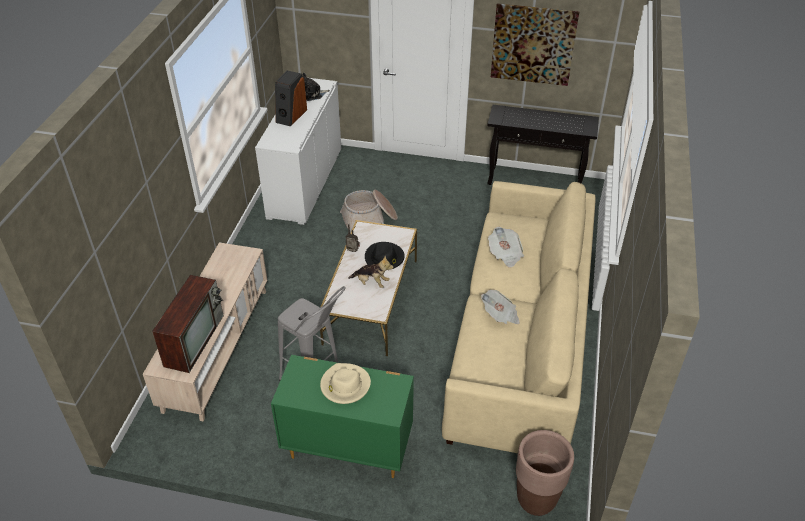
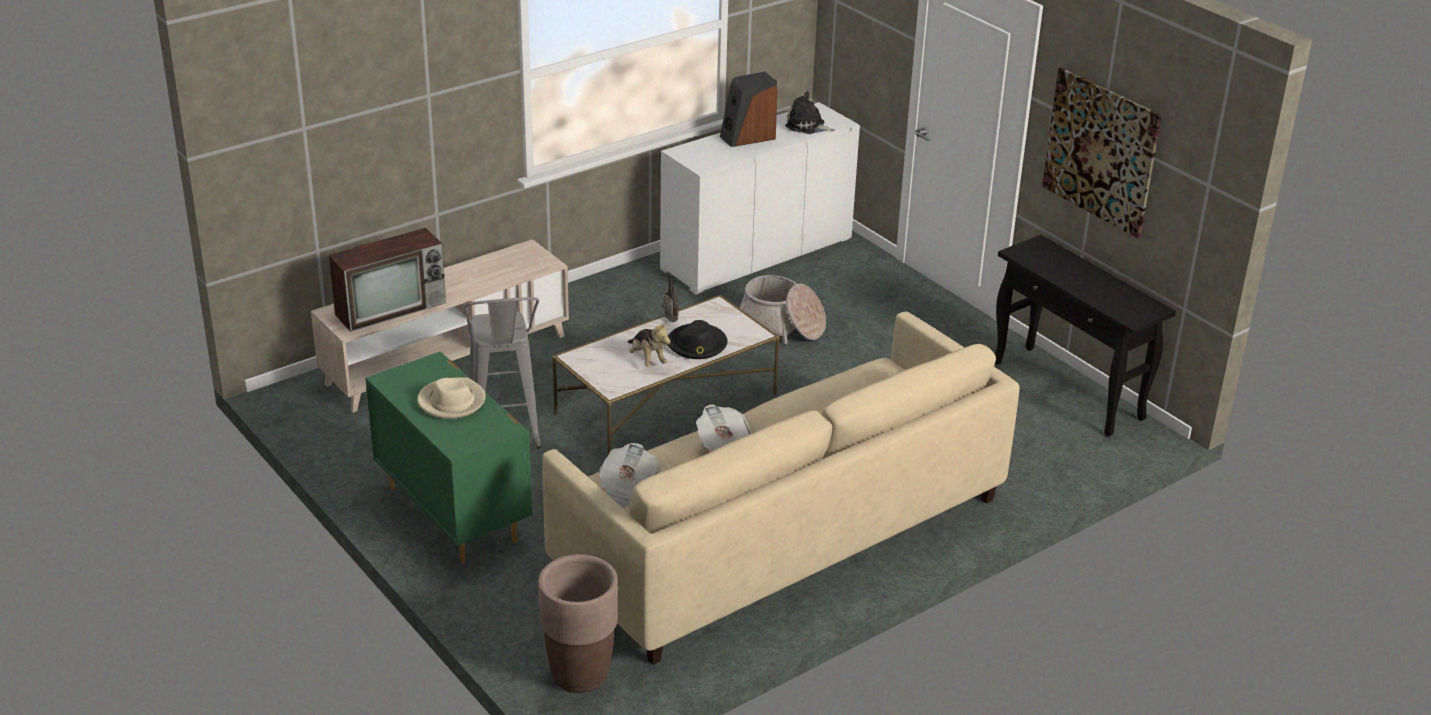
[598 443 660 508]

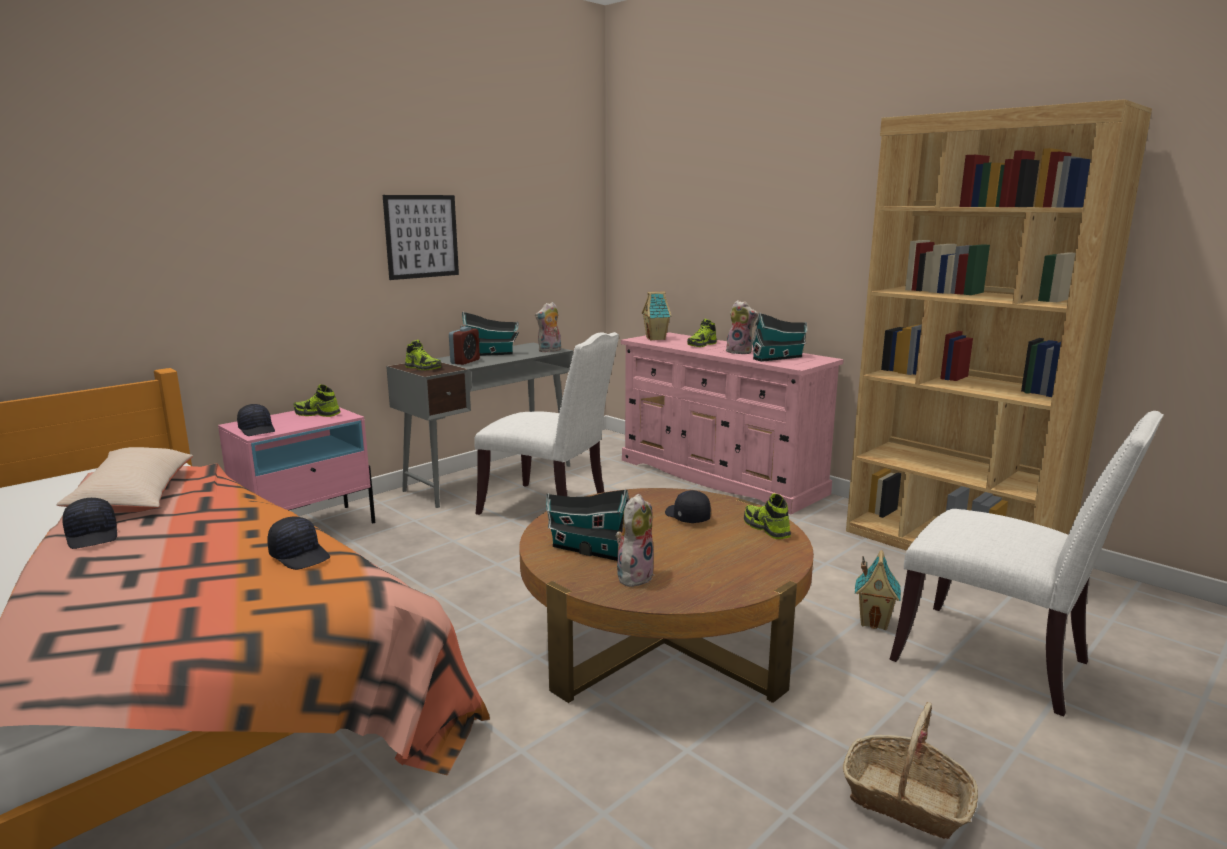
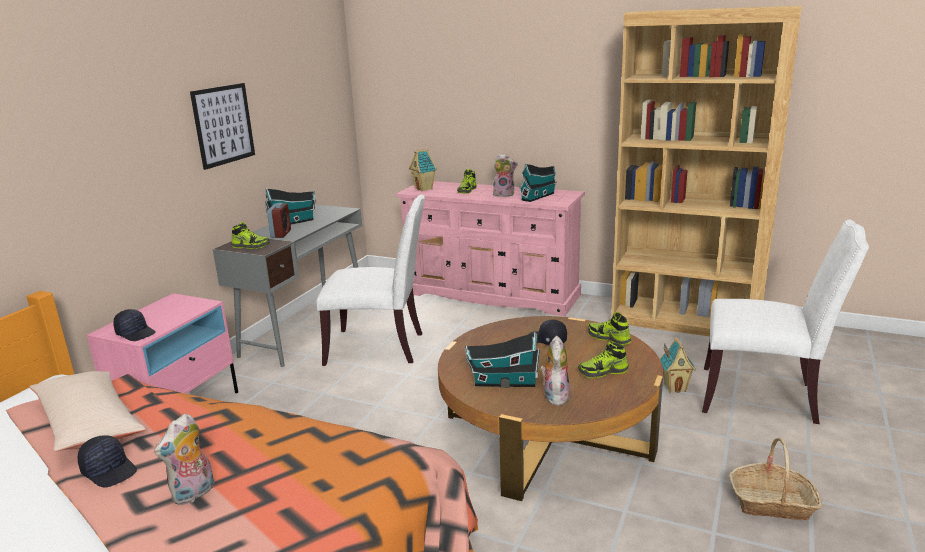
[154 414 214 505]
[578 341 629 378]
[267 517 330 570] (first image)

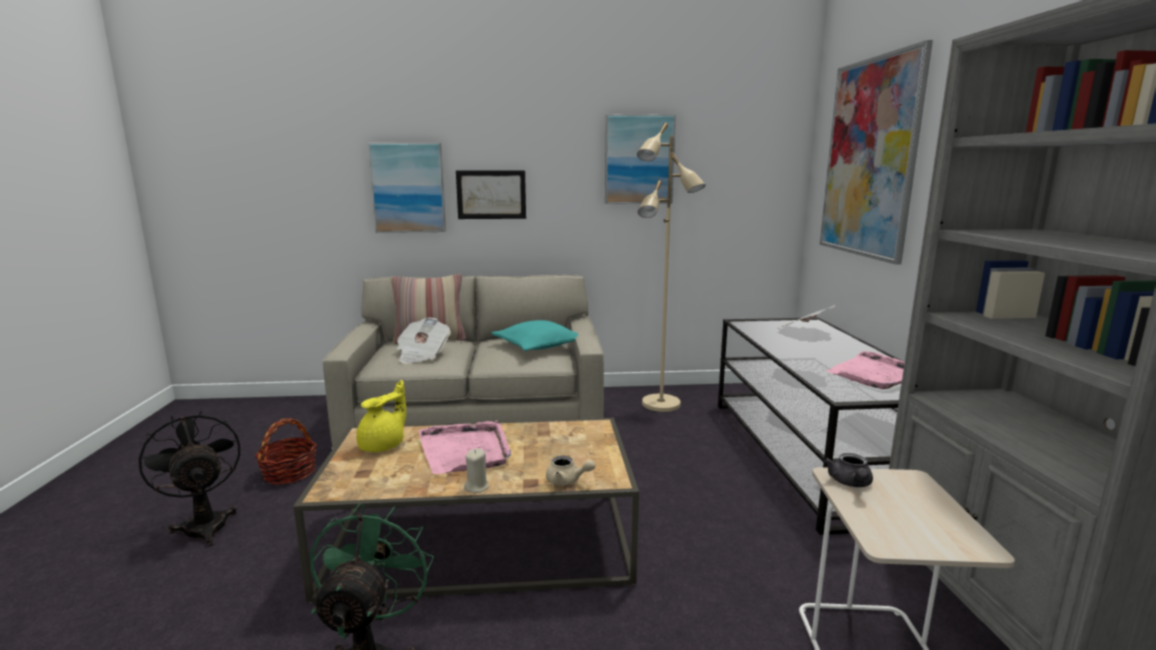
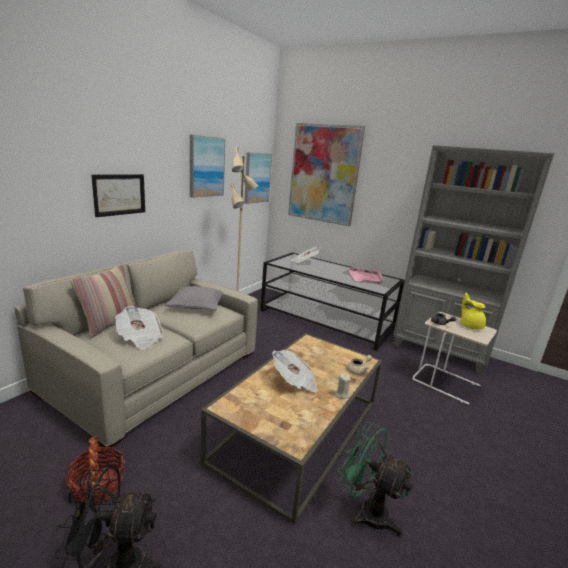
[165 286 223 311]
[244 152 272 204]
[272 350 317 393]
[461 293 486 330]

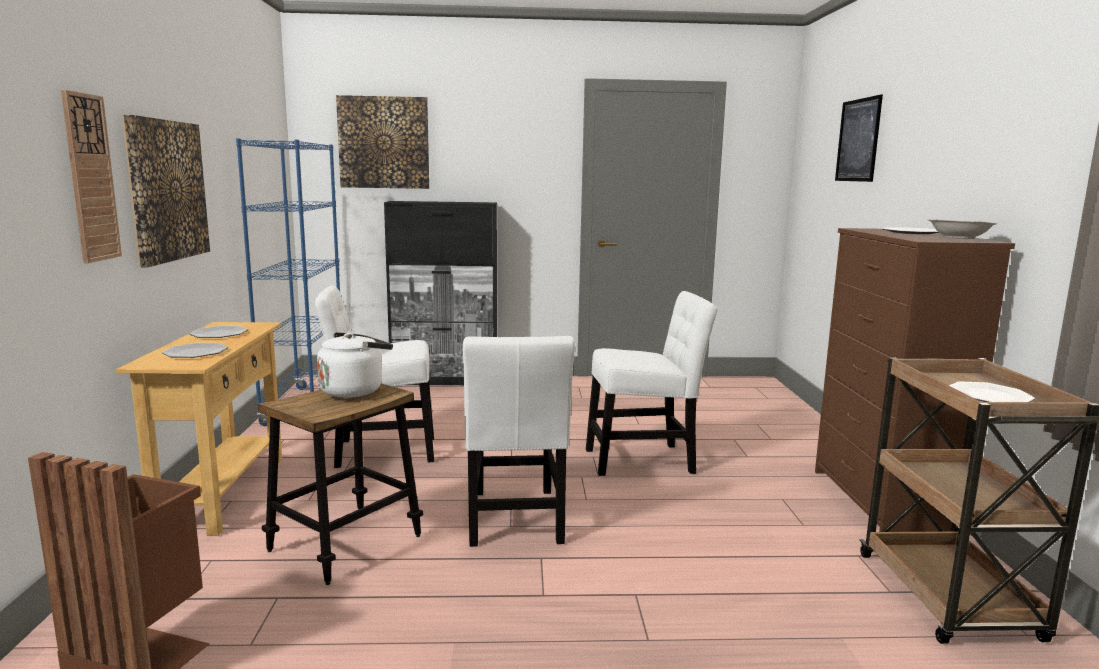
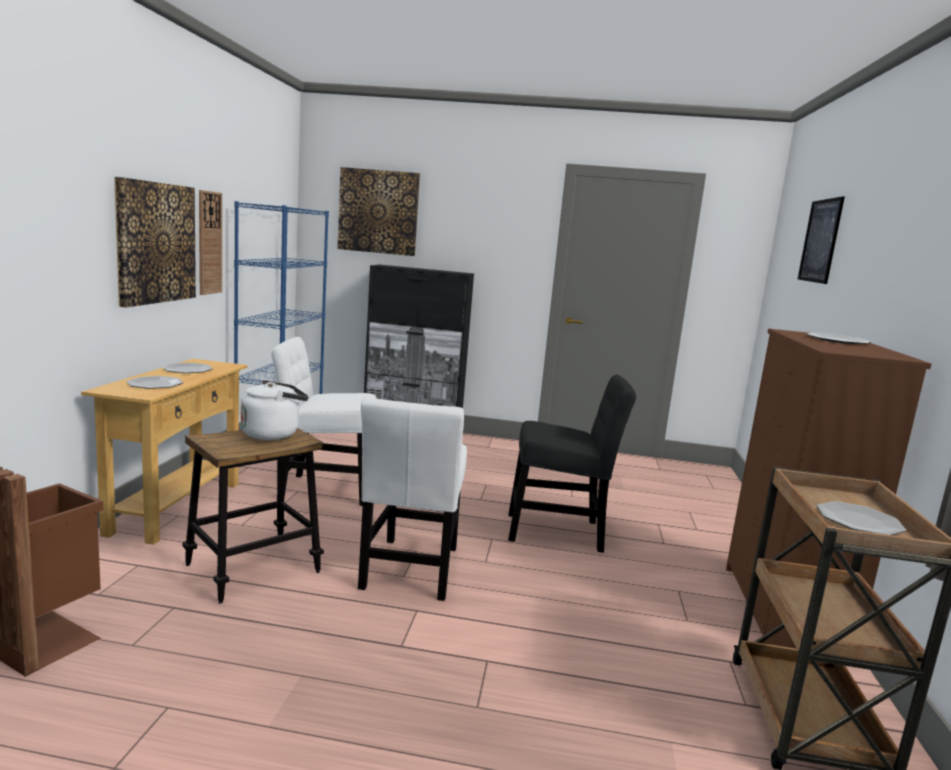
[199 190 222 295]
[508 375 636 553]
[927 219 997 239] (first image)

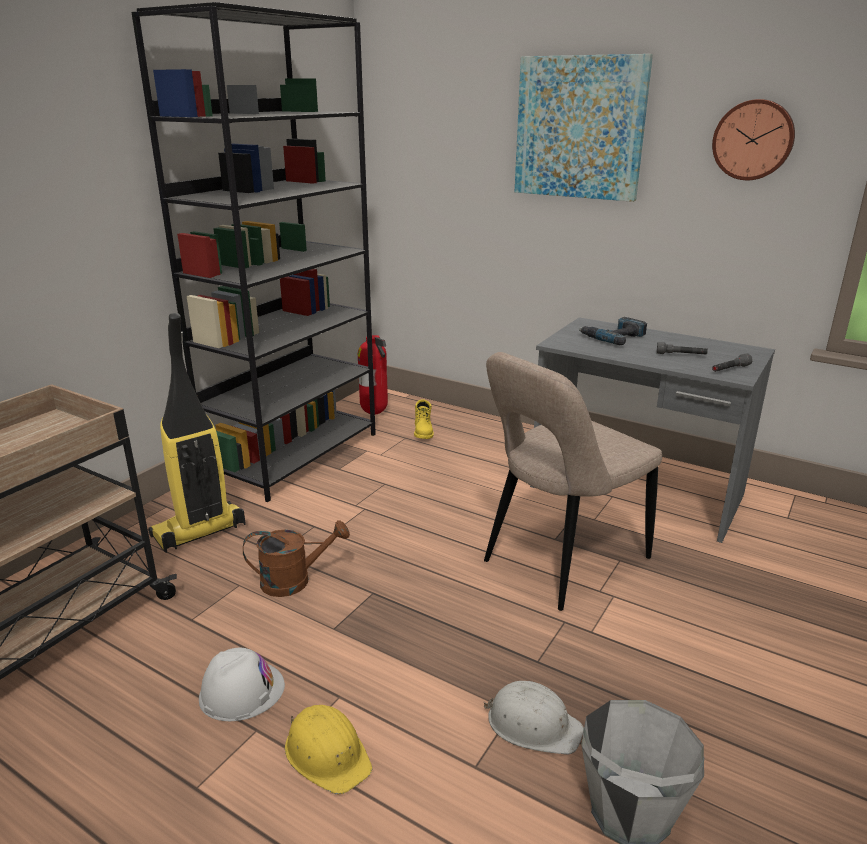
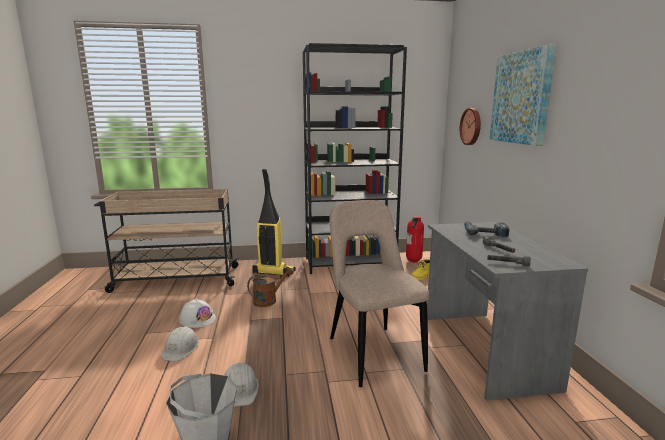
[161 326 199 361]
[247 267 293 307]
[329 200 430 387]
[460 108 481 145]

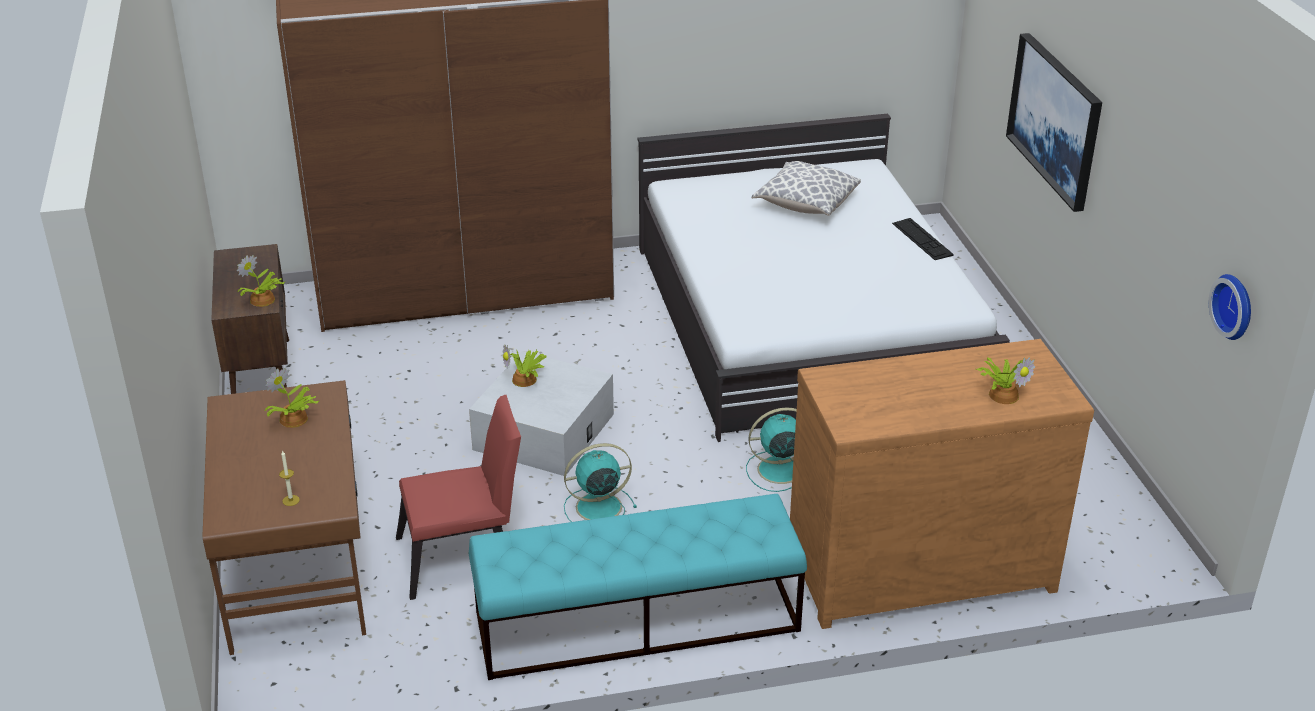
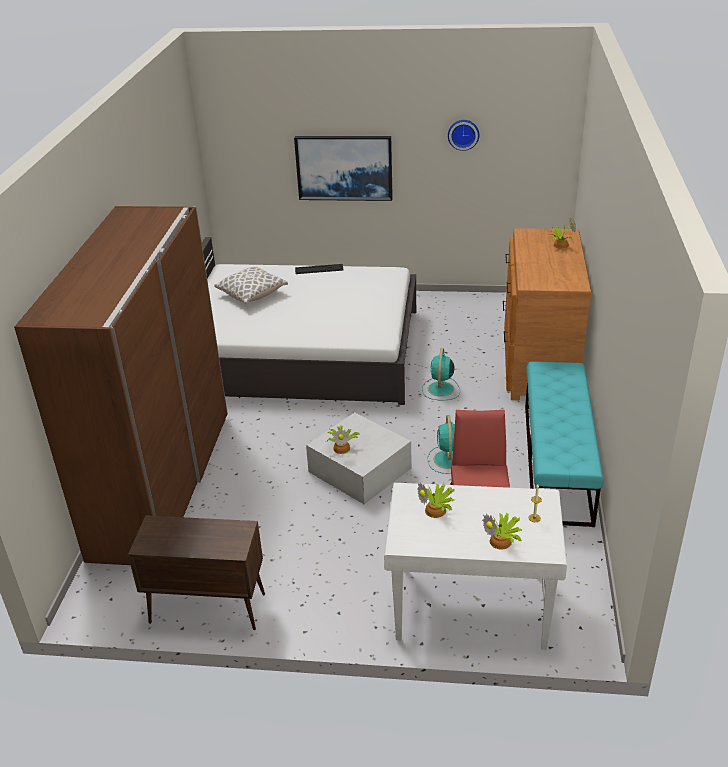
[384 483 567 650]
[448 120 479 151]
[482 512 522 550]

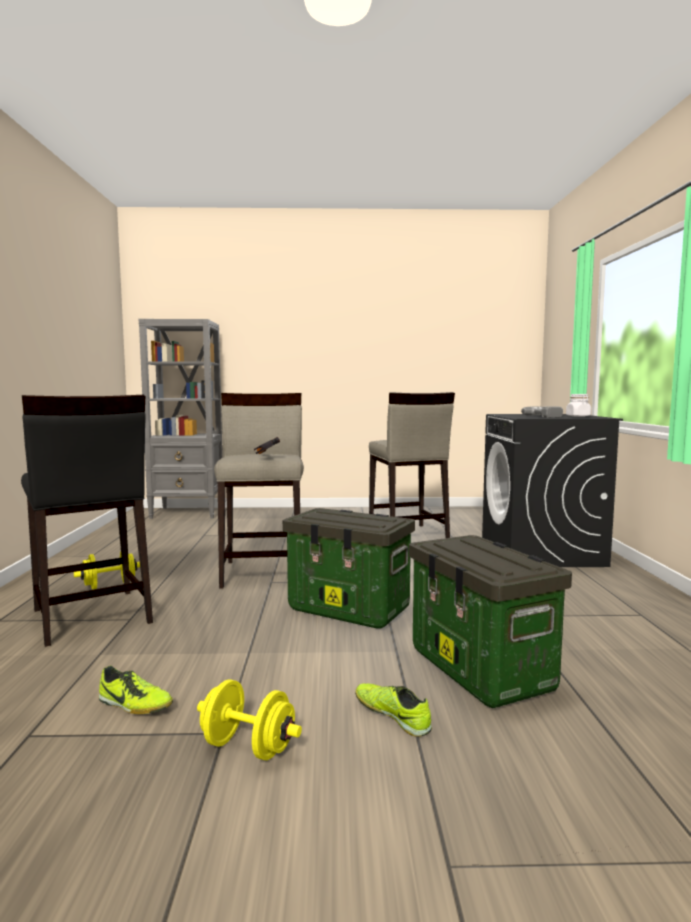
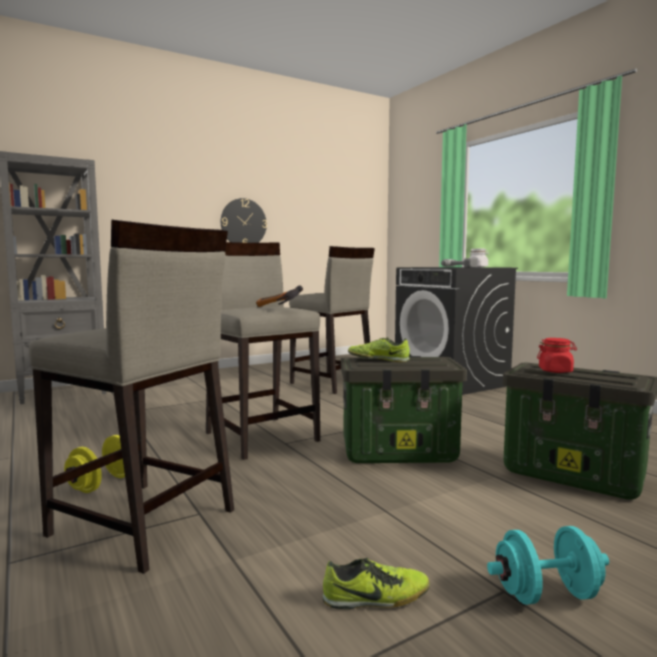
[29 220 234 574]
[221 198 267 243]
[348 337 410 362]
[487 526 609 605]
[537 338 577 373]

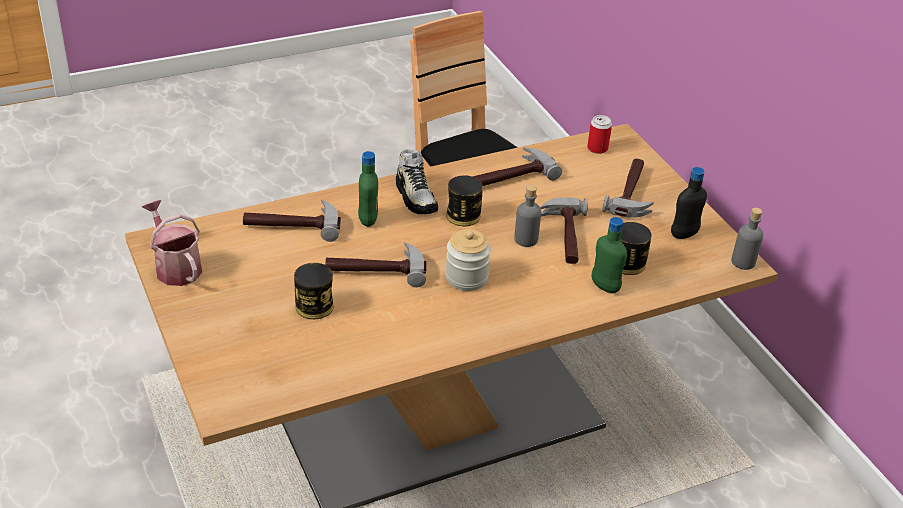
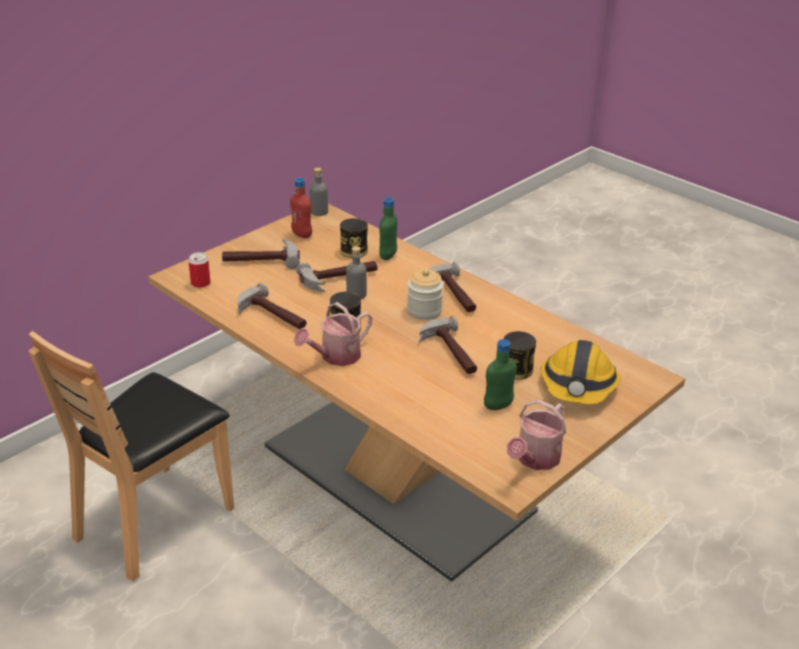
[290 178 312 238]
[294 302 372 366]
[429 262 476 312]
[484 339 517 410]
[541 340 621 405]

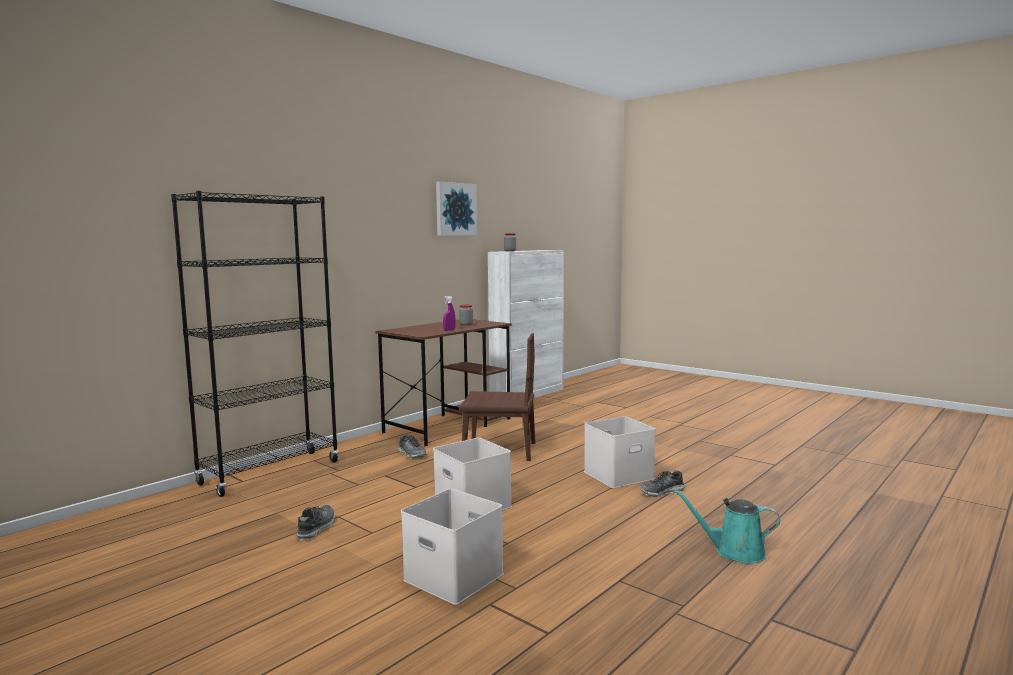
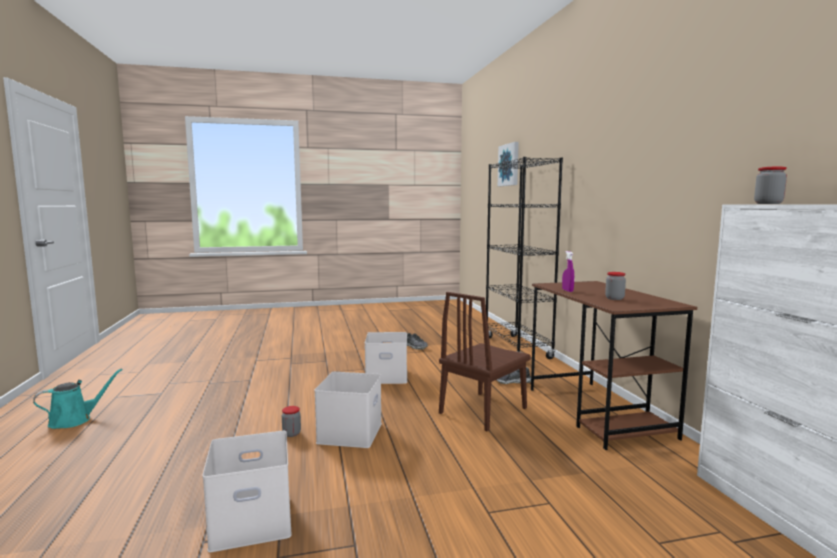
[33 368 122 429]
[202 431 291 552]
[282 406 301 437]
[498 142 519 186]

